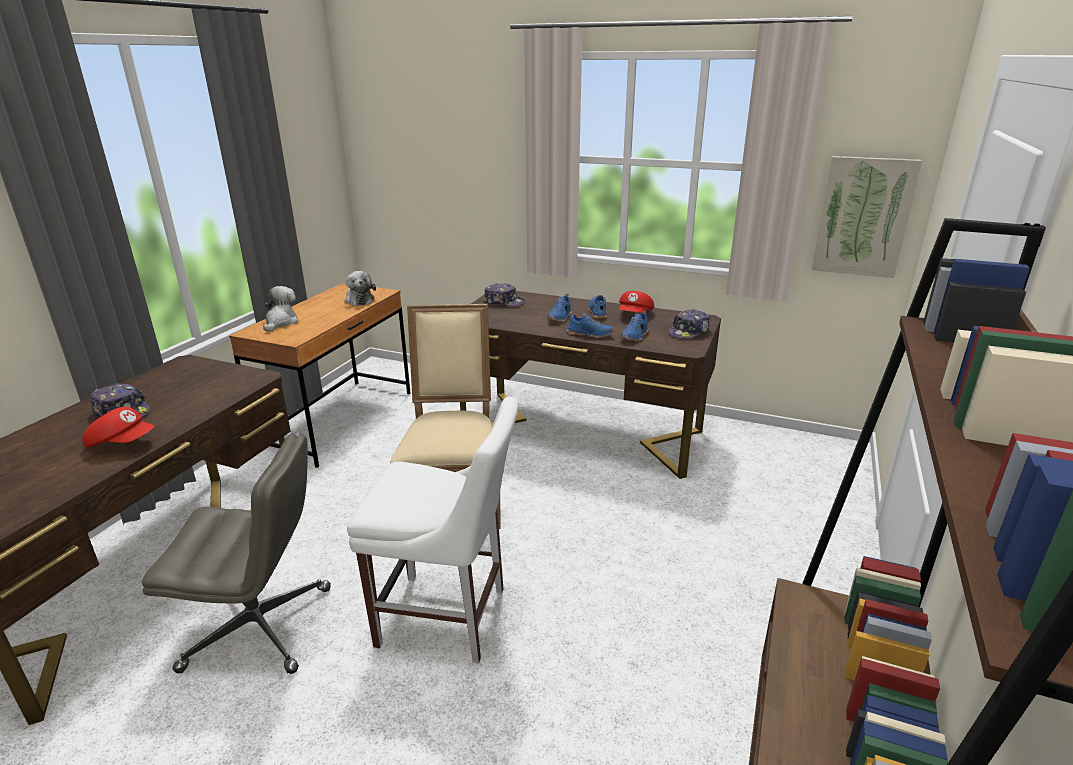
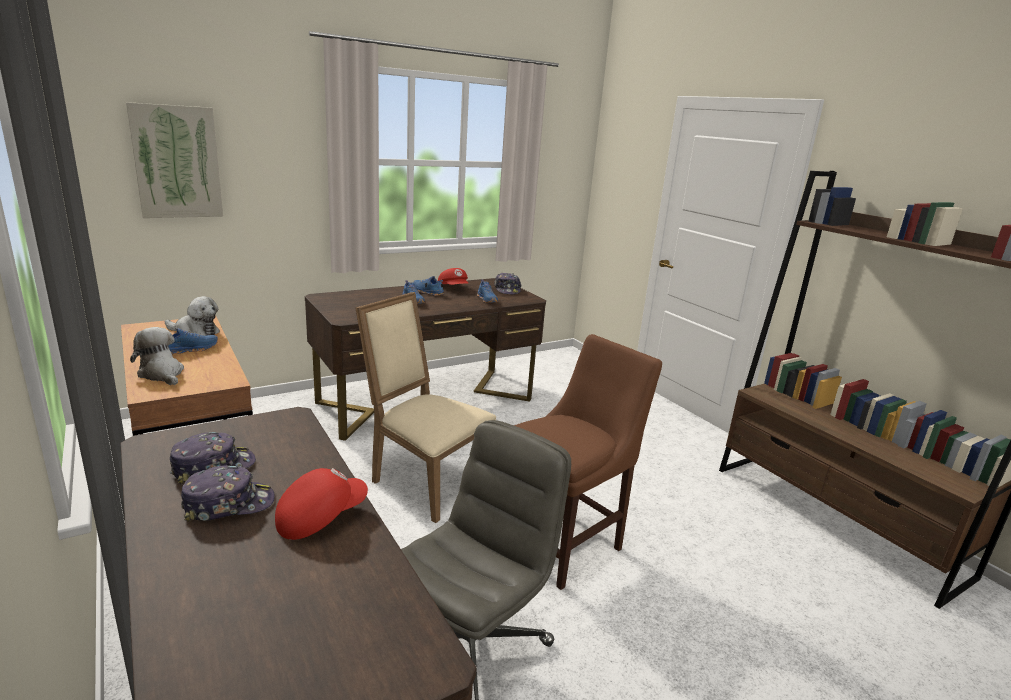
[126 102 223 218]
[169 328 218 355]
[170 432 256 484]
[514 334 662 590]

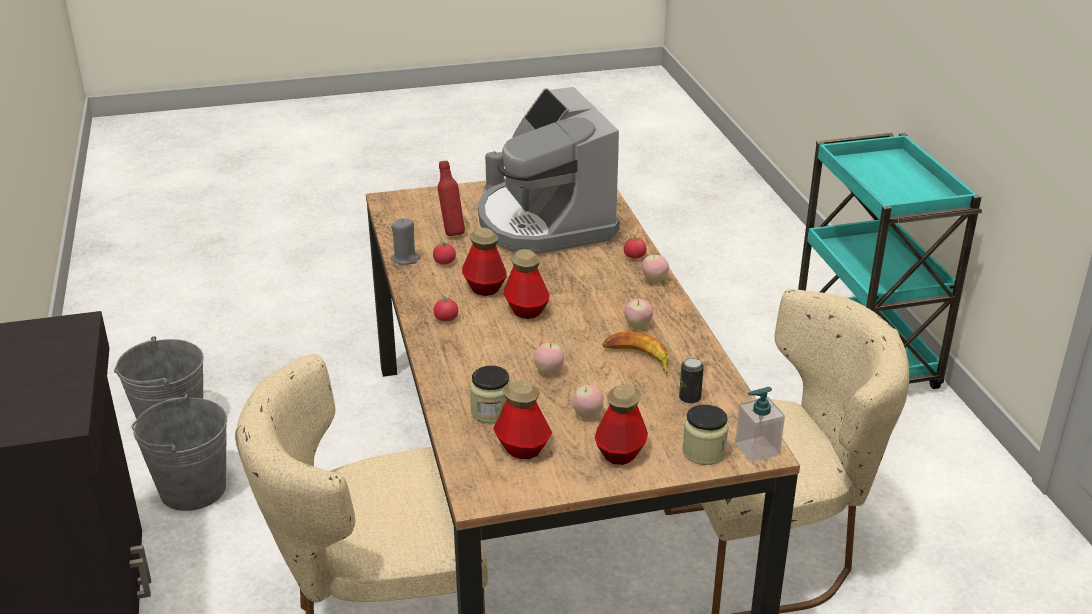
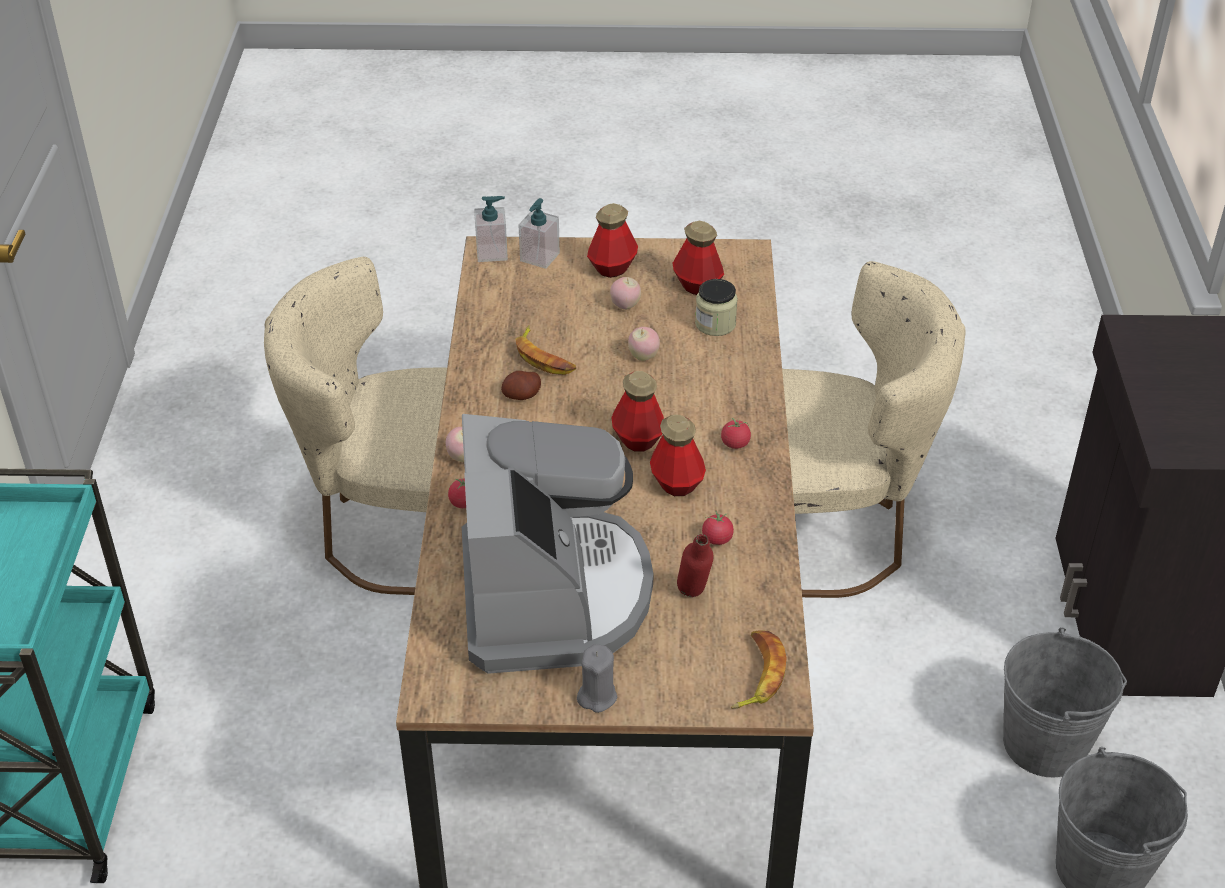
[501 371 541 400]
[519 198 560 269]
[731 630 786 709]
[391 218 421 265] (first image)
[679 358 704 404] (first image)

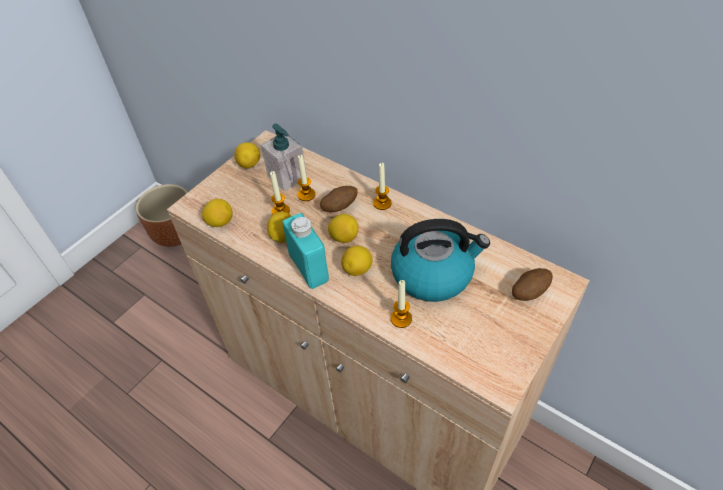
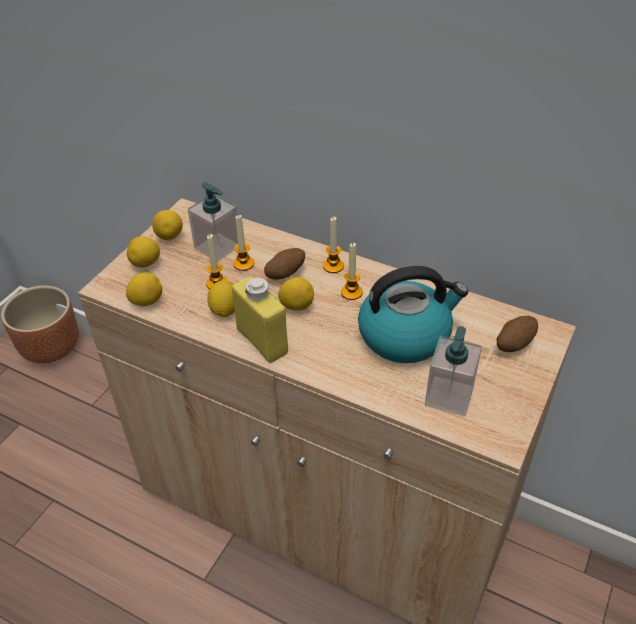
[127 236 160 268]
[232 276 288 363]
[341 243 363 300]
[425 326 482 416]

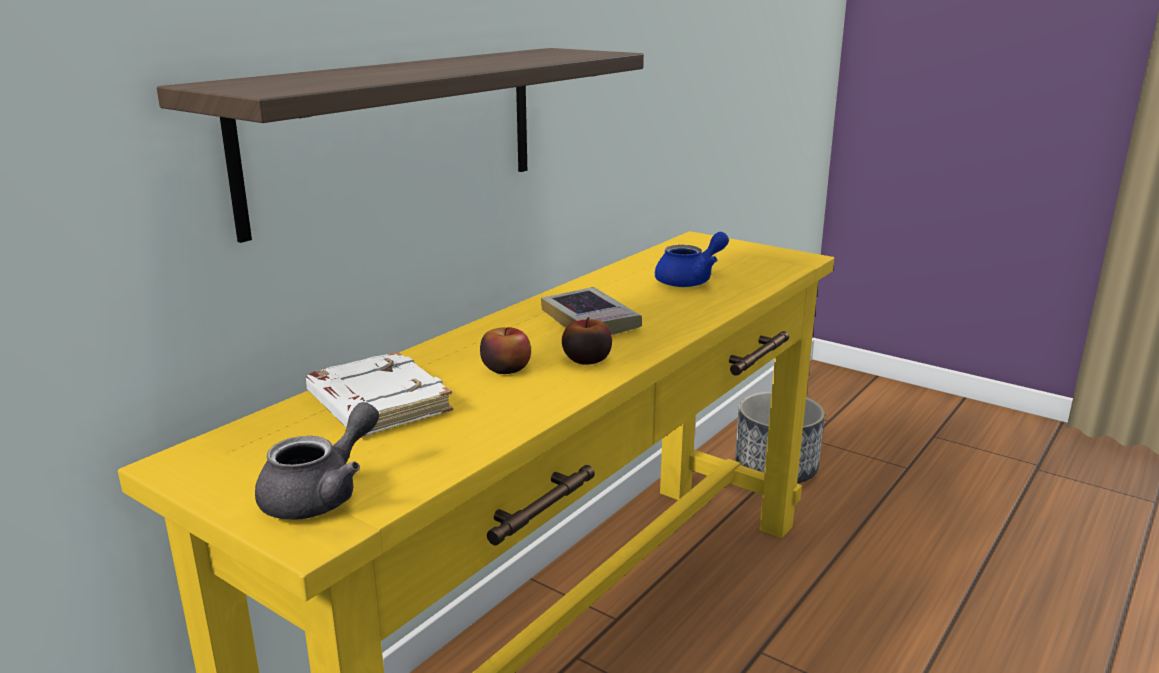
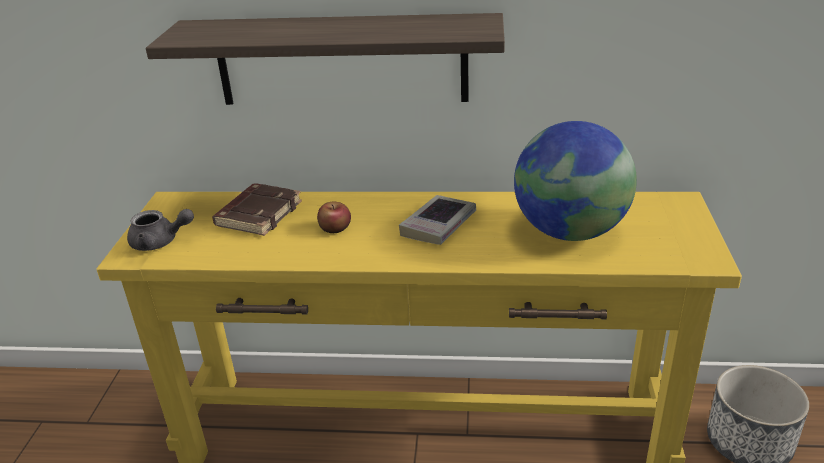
[212 183 302 236]
[514 121 637 241]
[562 317 612 365] (first image)

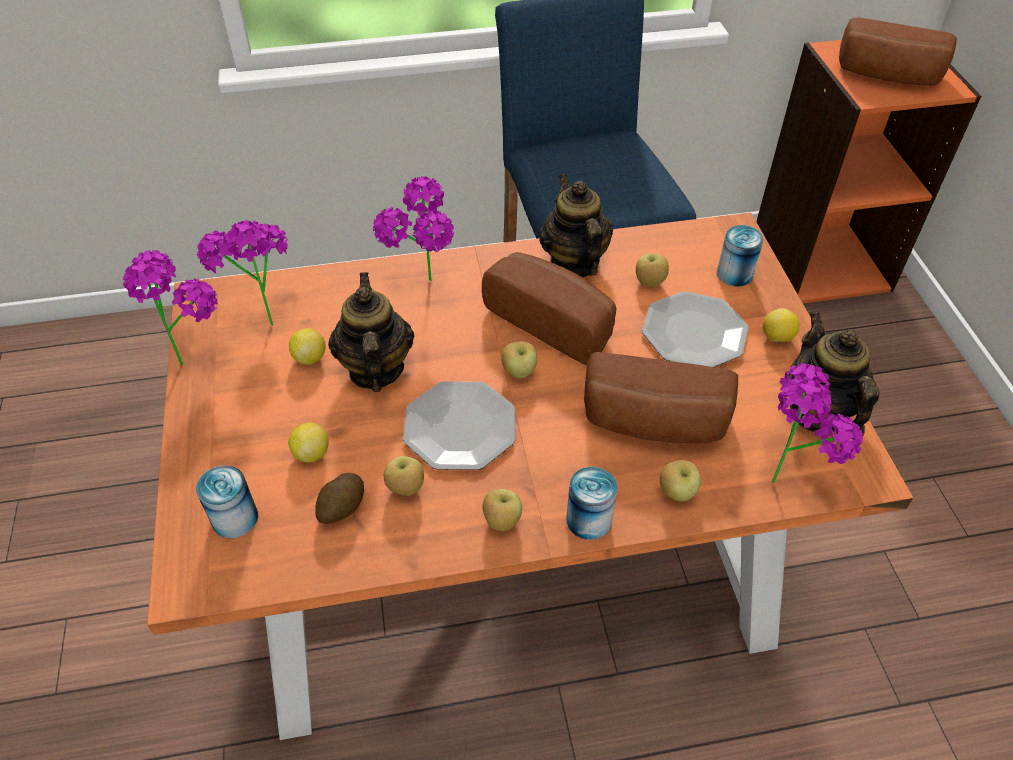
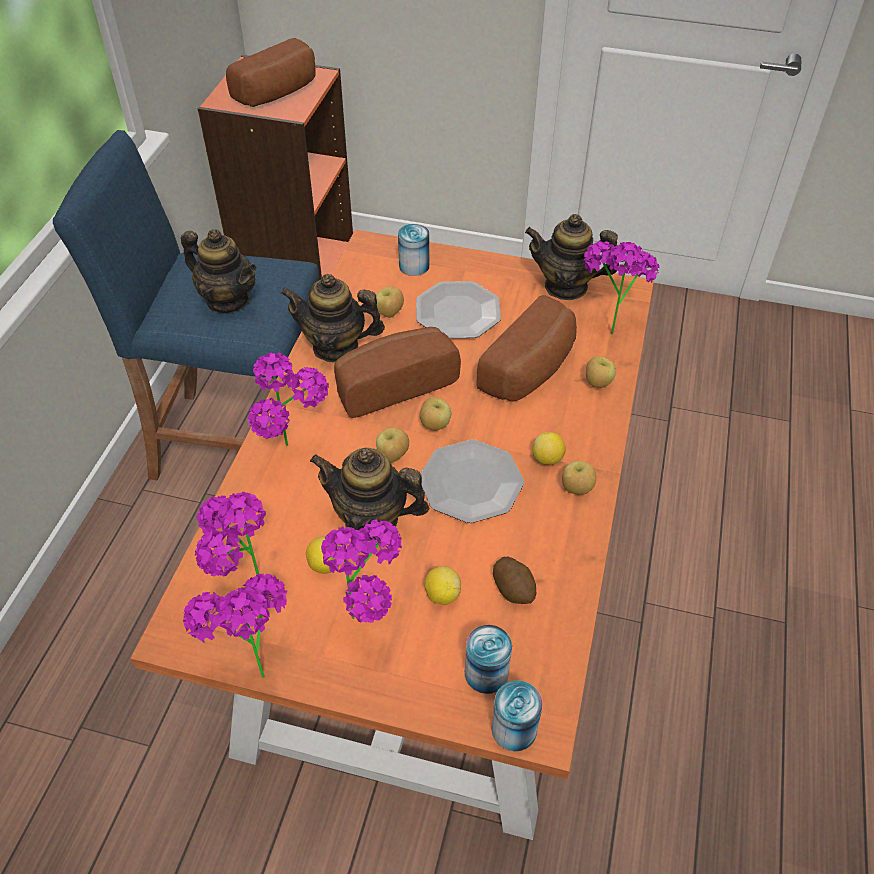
[181 229 257 313]
[321 520 402 623]
[376 427 409 462]
[491 680 543 751]
[533 432 566 465]

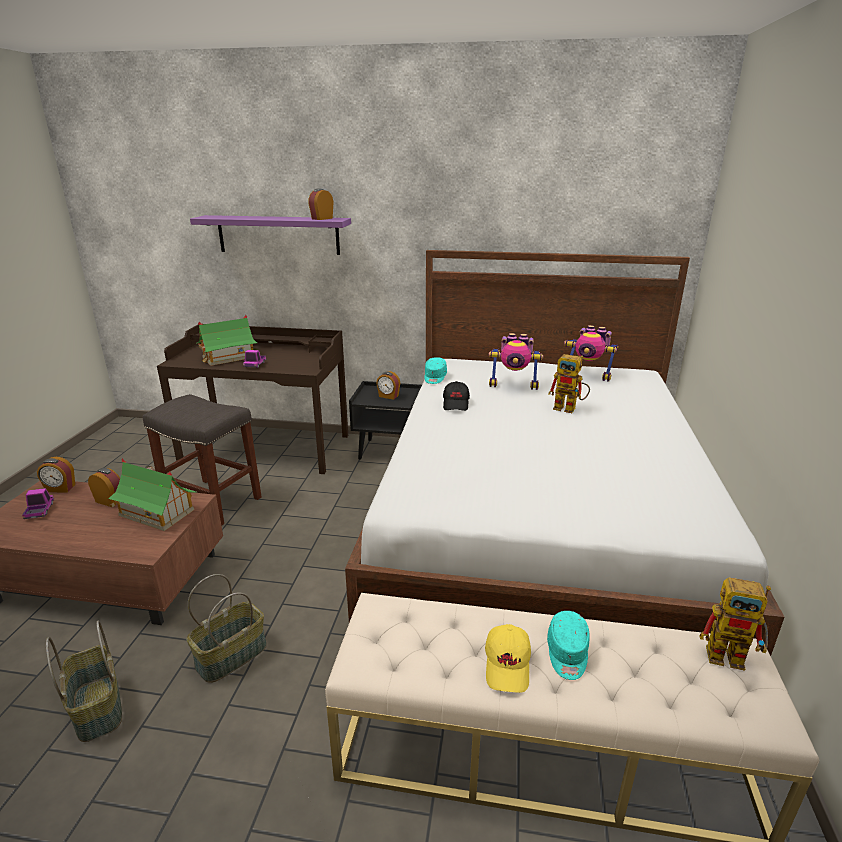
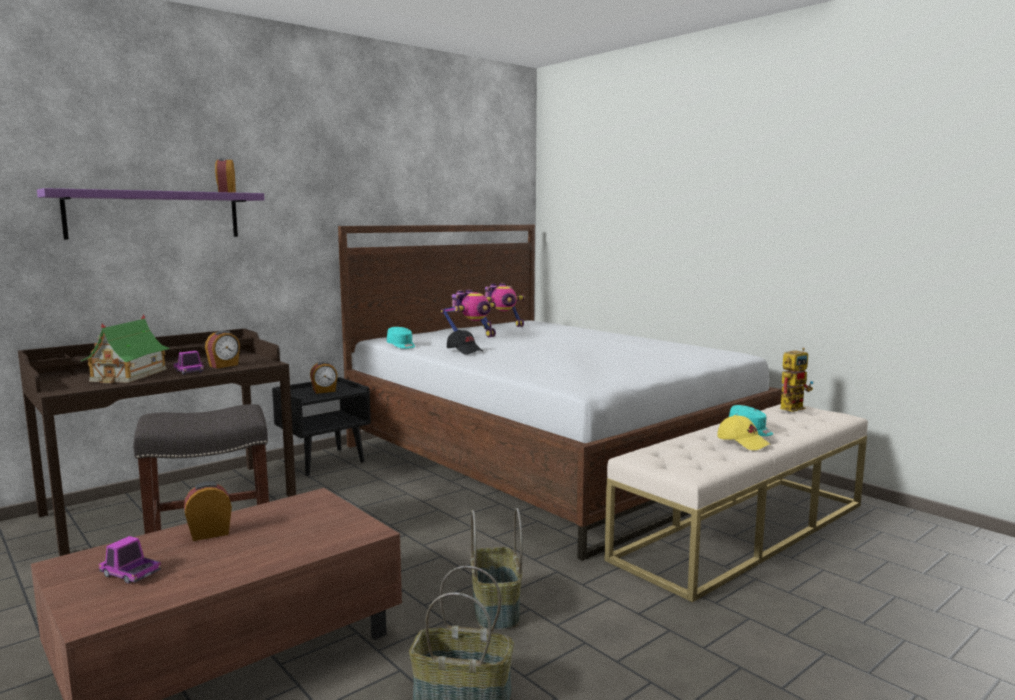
[205 330 240 369]
[108 458 197 531] (first image)
[548 354 590 413] (first image)

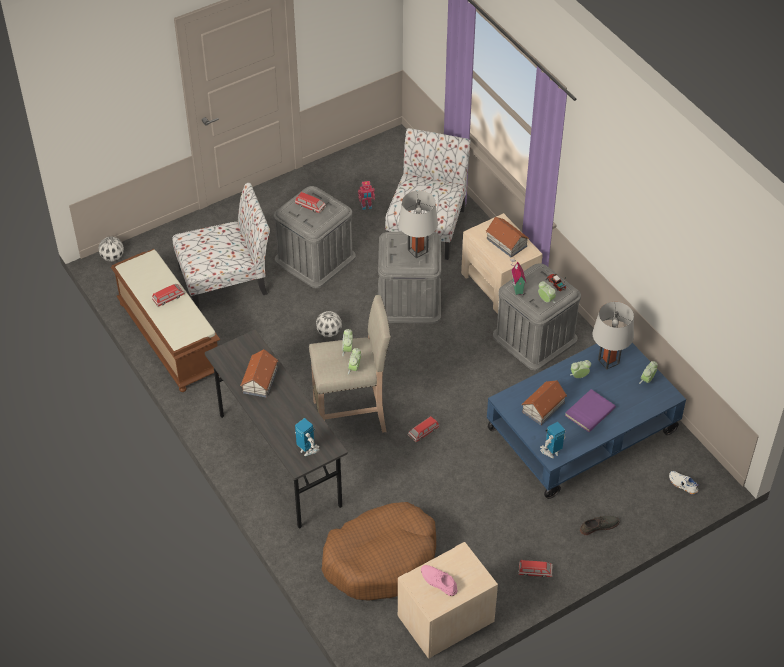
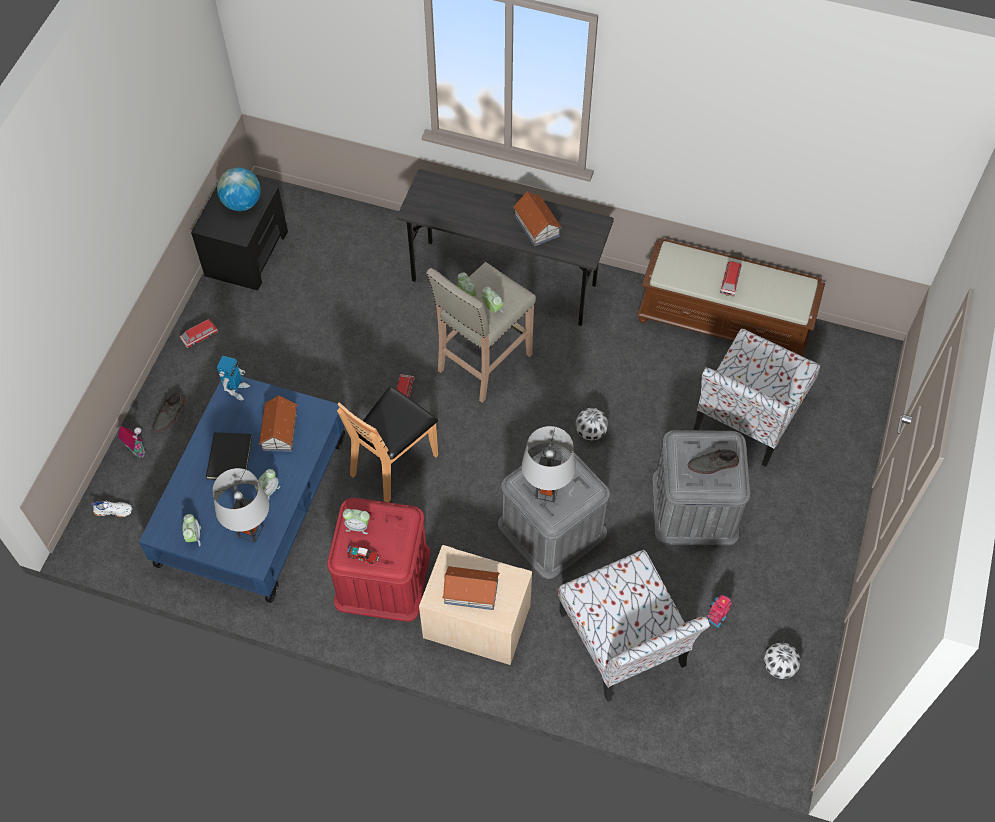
[118 426 146 459]
[191 181 288 290]
[206 432 252 480]
[217 168 261 211]
[327 498 431 622]
[337 386 438 502]
[688 449 739 474]
[764 643 801 679]
[295 418 320 456] (first image)
[321 502 436 601] (first image)

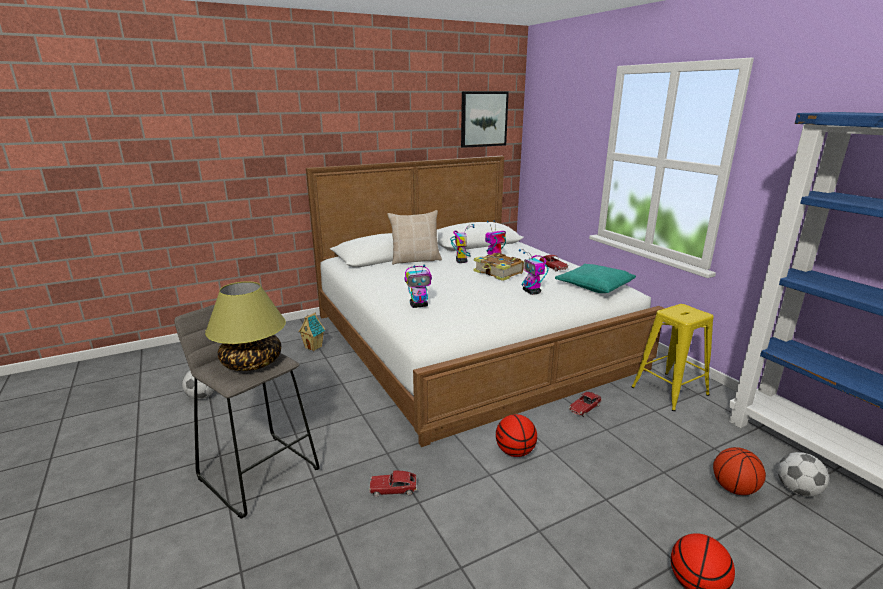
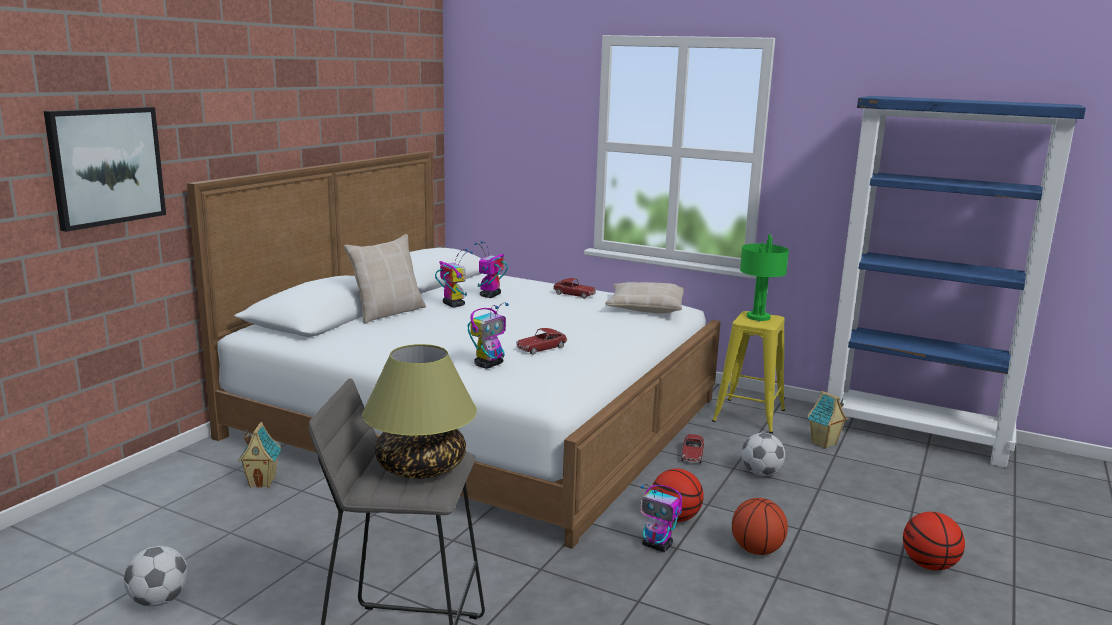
[44 107 166 232]
[516 328 567 355]
[606 282 684 314]
[640 484 682 552]
[732 498 788 555]
[740 234 789 321]
[742 433 785 476]
[807 391 848 449]
[474 253 524 281] (first image)

